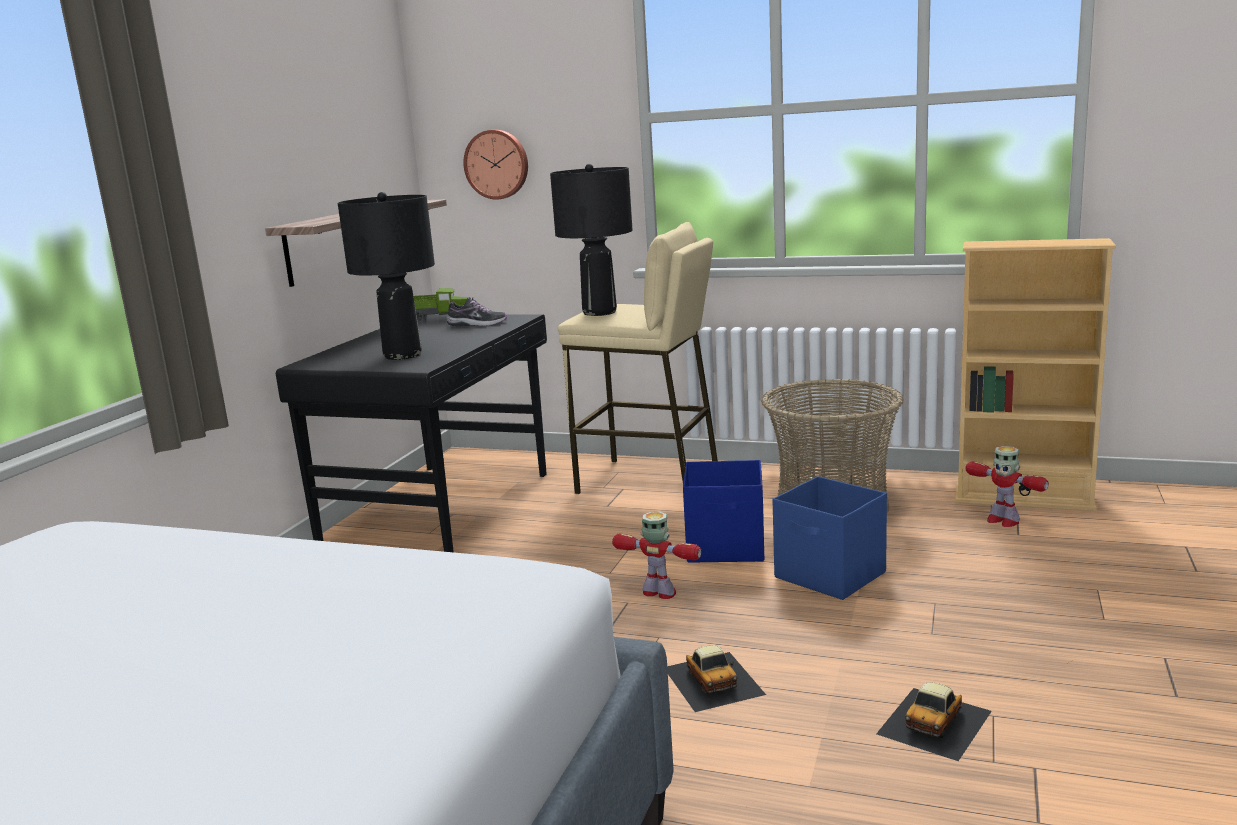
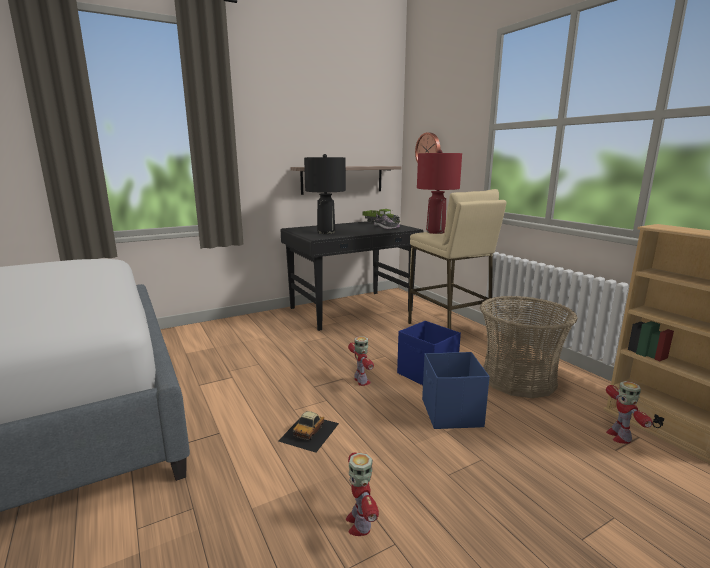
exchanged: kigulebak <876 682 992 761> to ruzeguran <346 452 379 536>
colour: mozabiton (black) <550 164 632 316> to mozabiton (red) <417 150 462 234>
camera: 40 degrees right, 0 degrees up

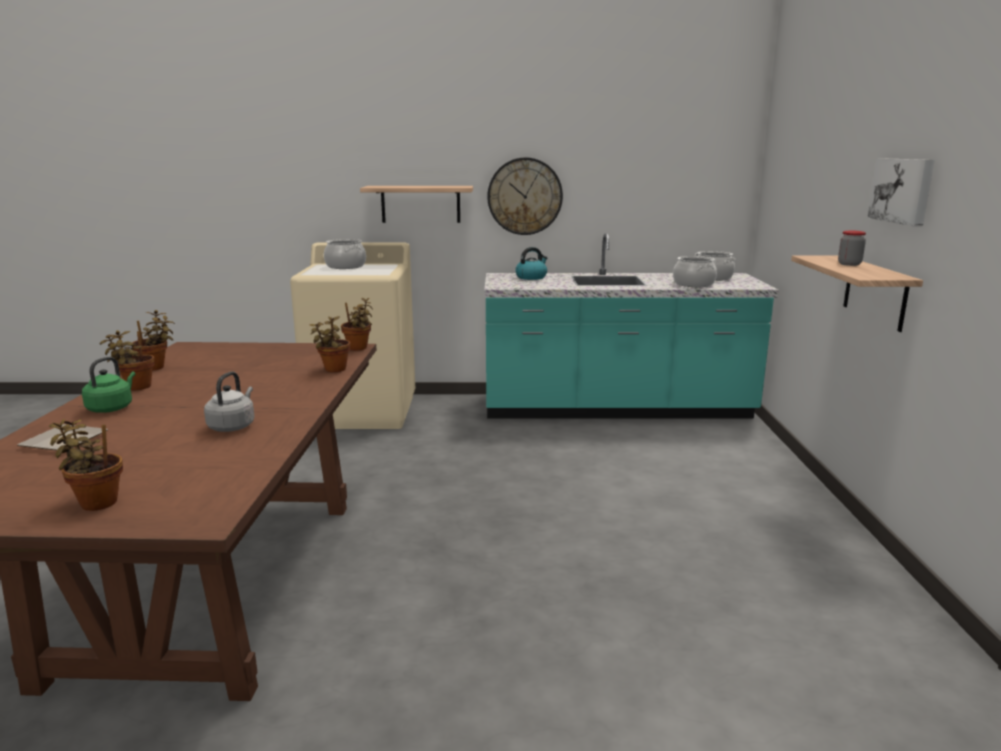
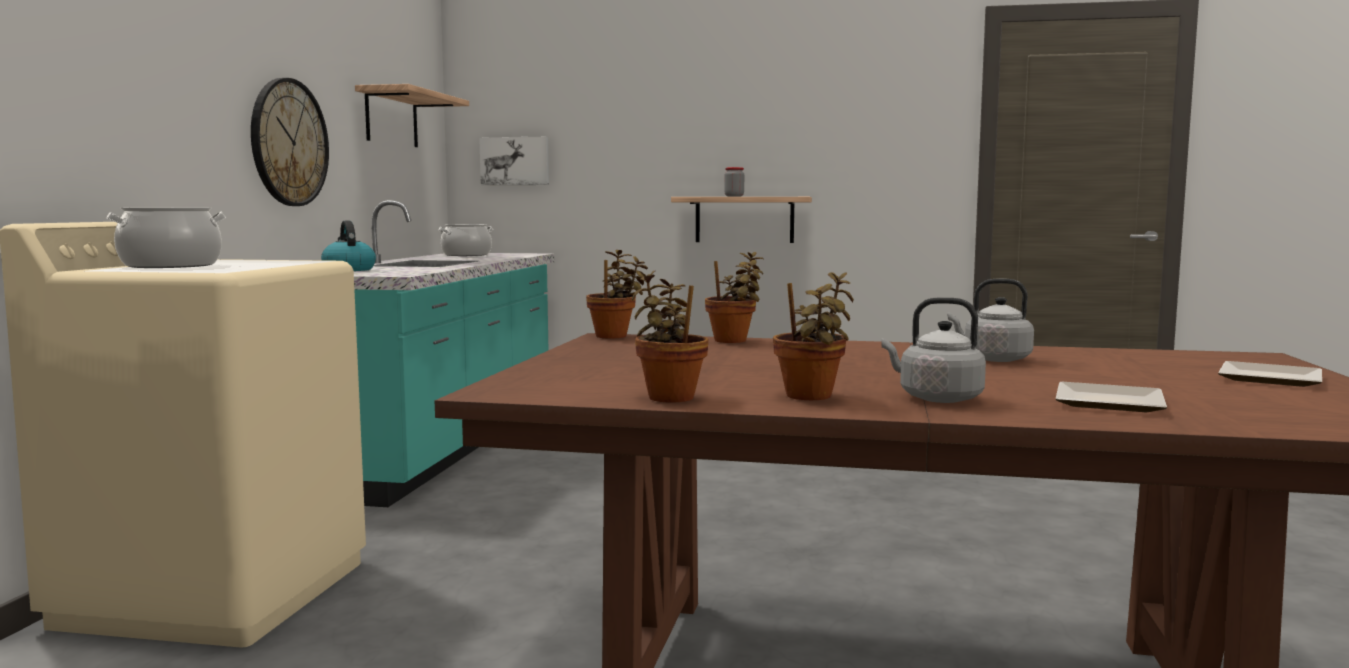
missing: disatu <673 256 717 287>
relocated: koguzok <360 186 473 223> to <355 84 469 147>; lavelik <867 159 935 226> to <479 137 549 185>
exchanged: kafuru <49 419 123 511> to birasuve <1218 361 1322 387>
colour: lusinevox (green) <82 357 135 413> to lusinevox (grey) <881 297 986 403>
camera: 80 degrees left, 10 degrees down

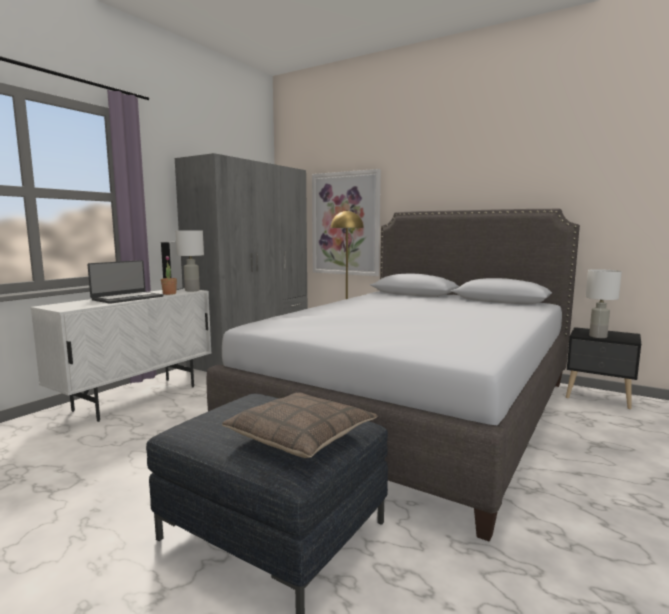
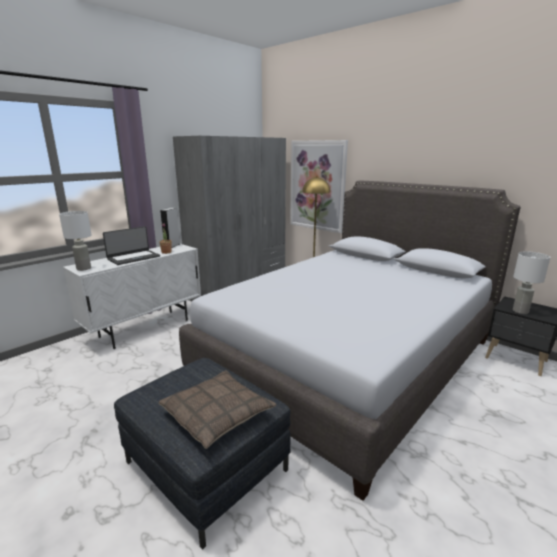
relocated: mozabiton (white) <176 230 204 291> to <59 211 92 271>
camera: 10 degrees right, 10 degrees up

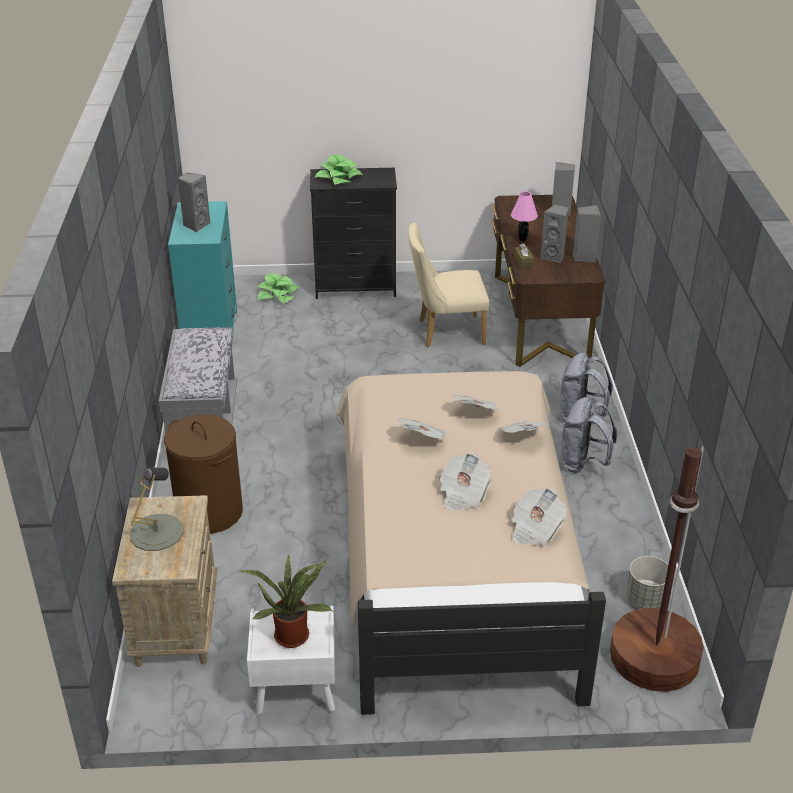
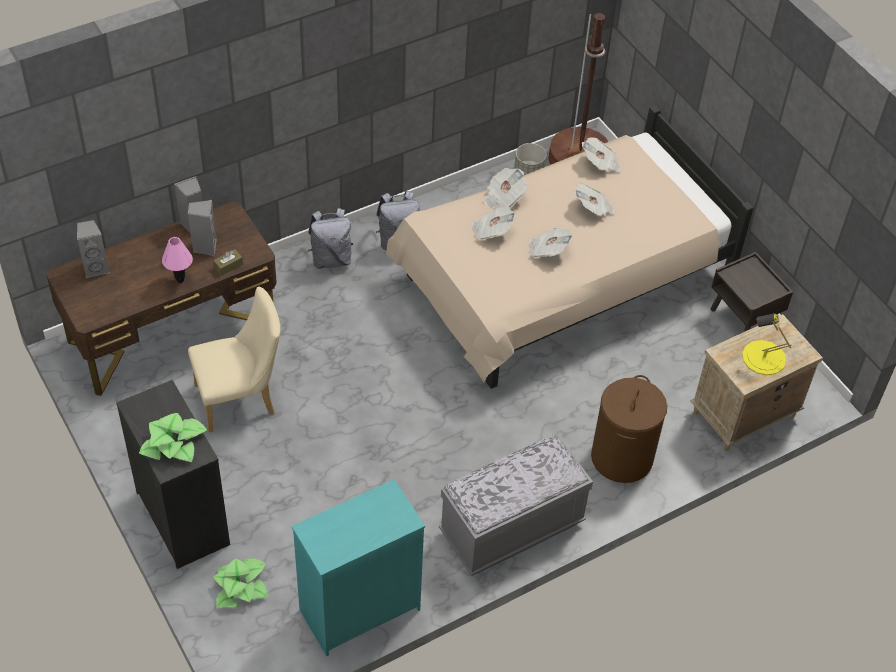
missing: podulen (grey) <178 172 210 233>; kafuru <239 554 332 648>
colour: mozabiton (grey) <130 467 184 551> to mozabiton (yellow) <742 313 792 375>; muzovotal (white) <247 606 335 715> to muzovotal (brown) <711 252 793 332>
spun: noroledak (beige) <408 223 489 347> = <188 287 280 433> 75 degrees counterclockwise
camera: 120 degrees left, 15 degrees up

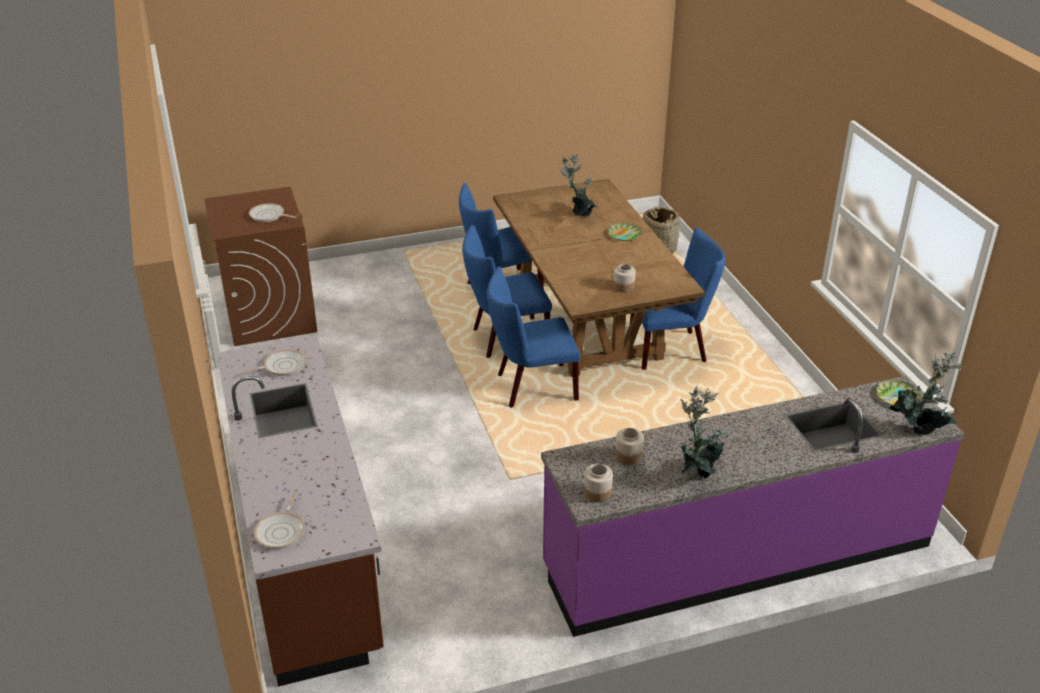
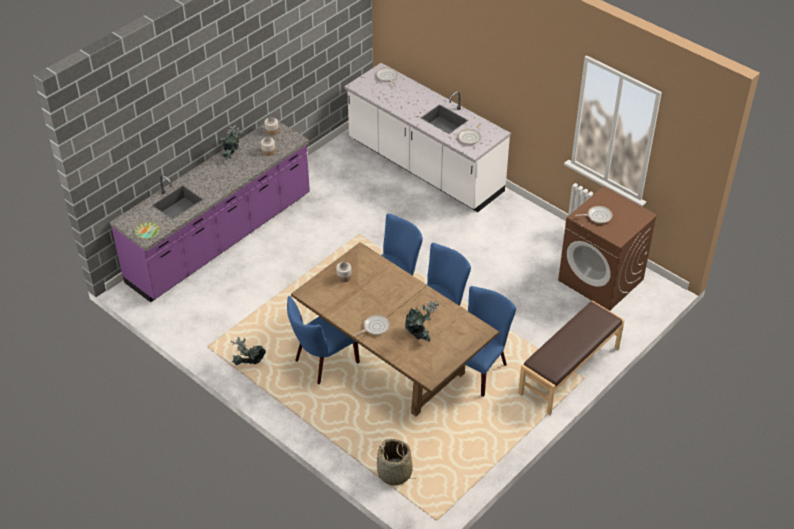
appeared: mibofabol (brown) <518 301 625 415>
relocated: kafuru <890 352 964 435> to <231 337 266 366>
exchanged: birasuve <608 223 642 241> to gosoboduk <354 315 390 336>
colour: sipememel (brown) <217 335 384 687> to sipememel (white) <344 63 511 212>
camera: 150 degrees right, 10 degrees up

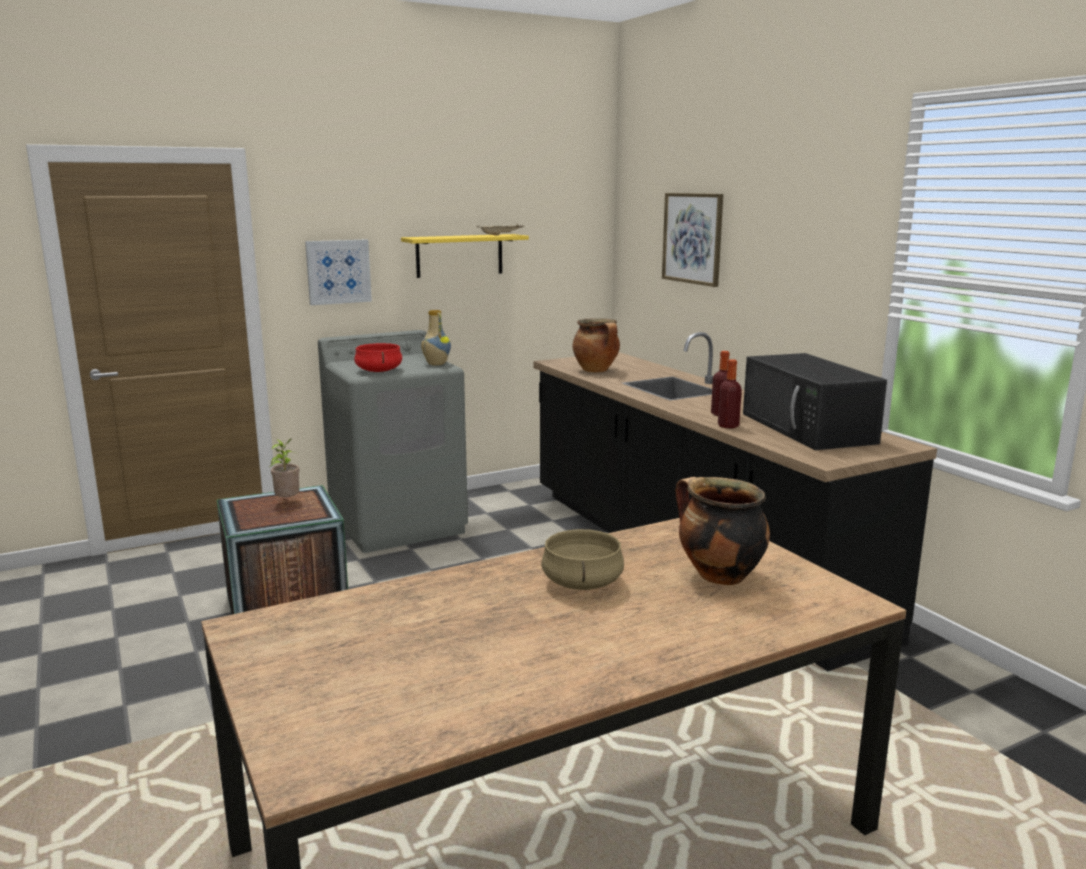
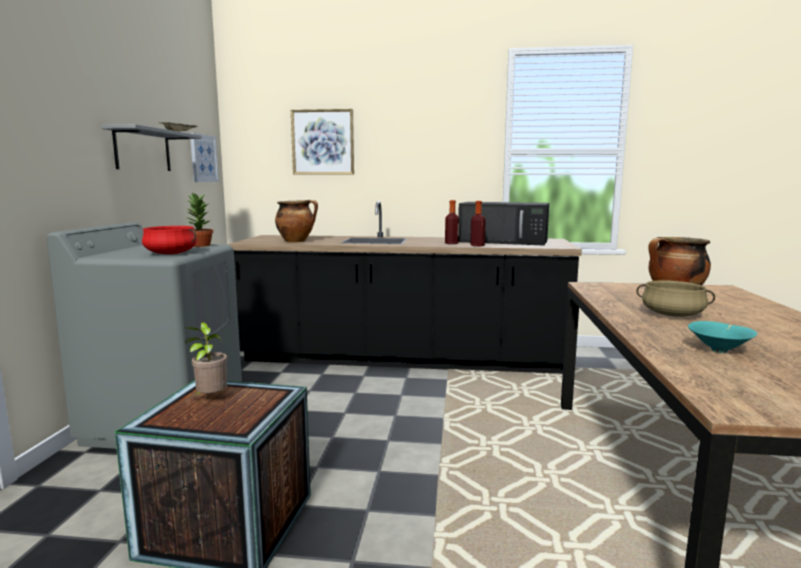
appeared: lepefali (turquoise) <688 321 757 353>
relocated: lavelik <305 239 372 305> to <190 133 219 182>
exchanged: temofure <421 310 451 366> to kafuru <186 192 213 247>
colour: koguzok (yellow) <401 234 529 278> to koguzok (grey) <101 124 202 171>
camera: 55 degrees left, 5 degrees down

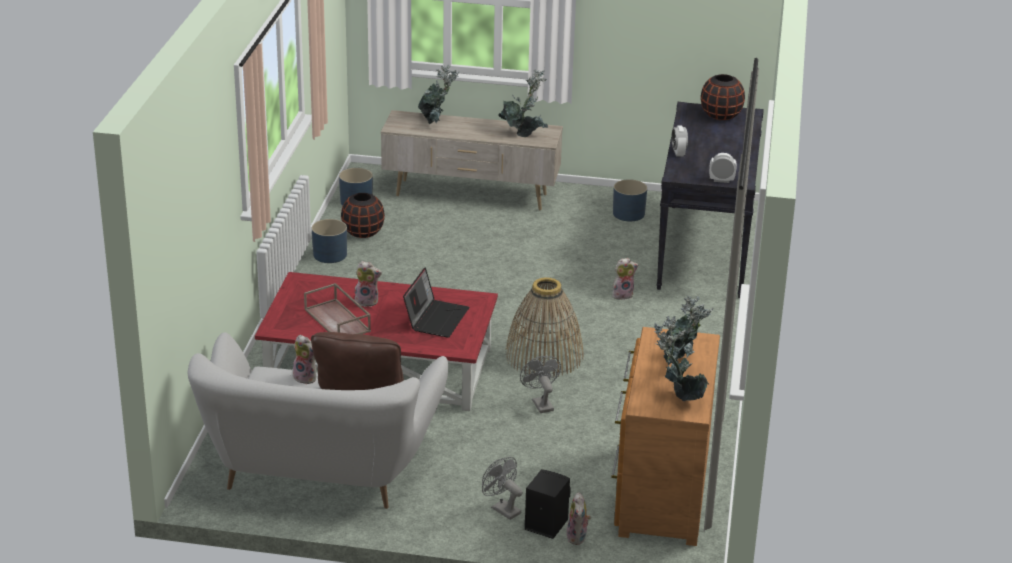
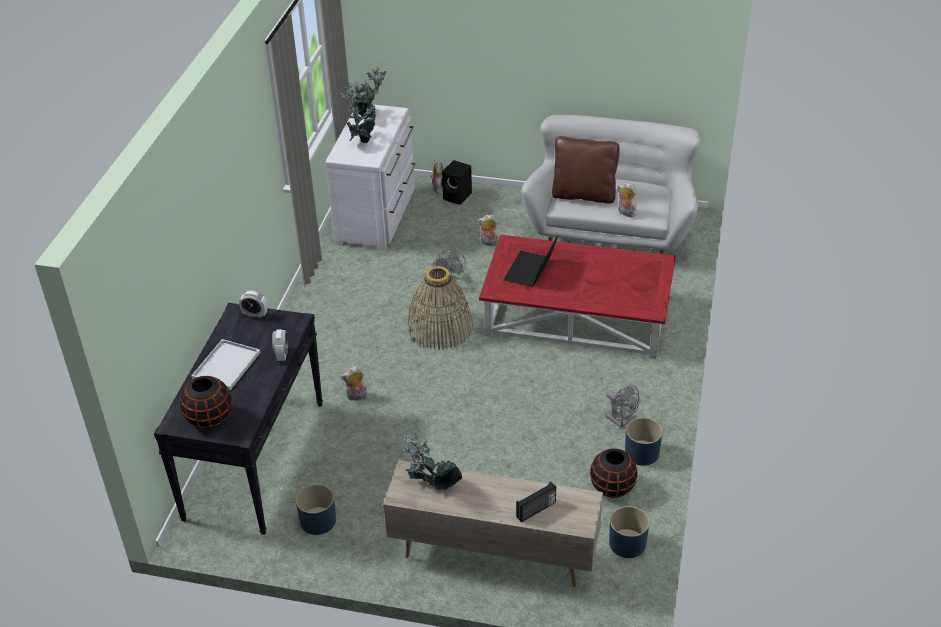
missing: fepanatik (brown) <304 283 371 334>
appeared: fepanatik (white) <191 339 260 390>
relocated: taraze <355 261 382 307> to <478 215 499 247>; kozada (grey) <482 457 523 520> to <605 385 639 428>
exchanged: kafuru <418 64 459 124> to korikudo <516 482 556 522>
colour: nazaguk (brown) <611 327 720 546> to nazaguk (white) <325 104 416 251>
camera: 175 degrees left, 10 degrees up

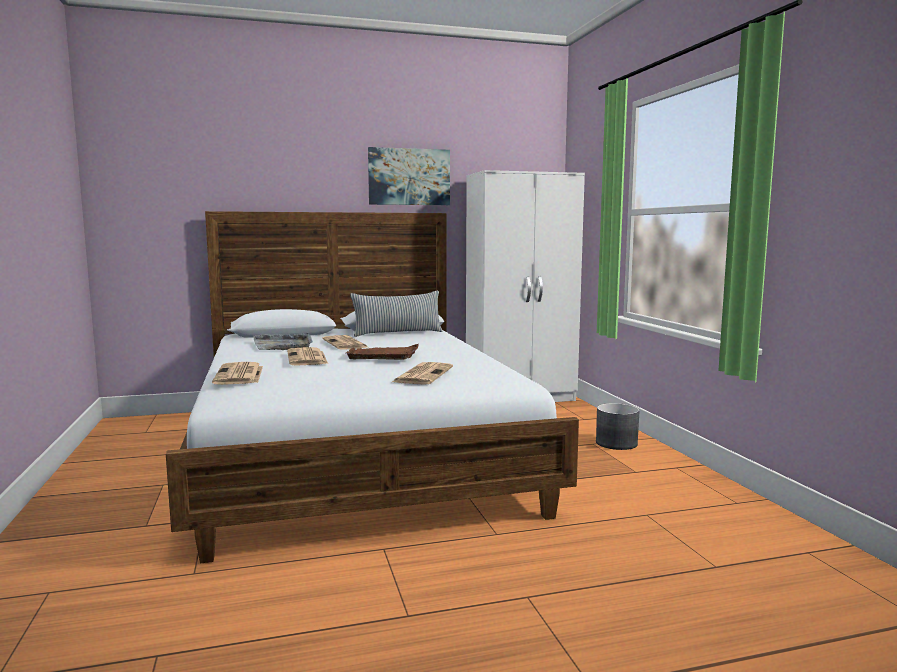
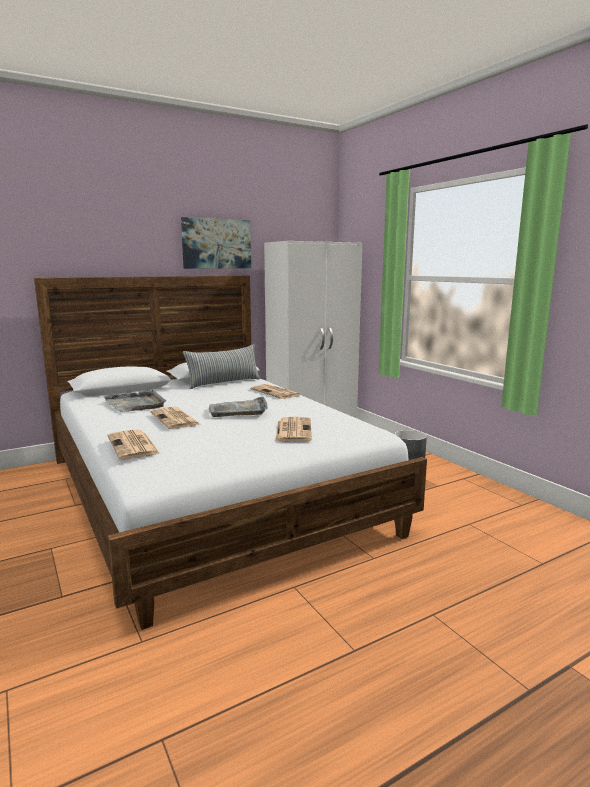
relocated: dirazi <322 335 368 350> to <251 384 300 399>
colour: fepanatik (brown) <346 344 419 360> to fepanatik (grey) <209 396 268 417>
camera: 15 degrees left, 5 degrees up

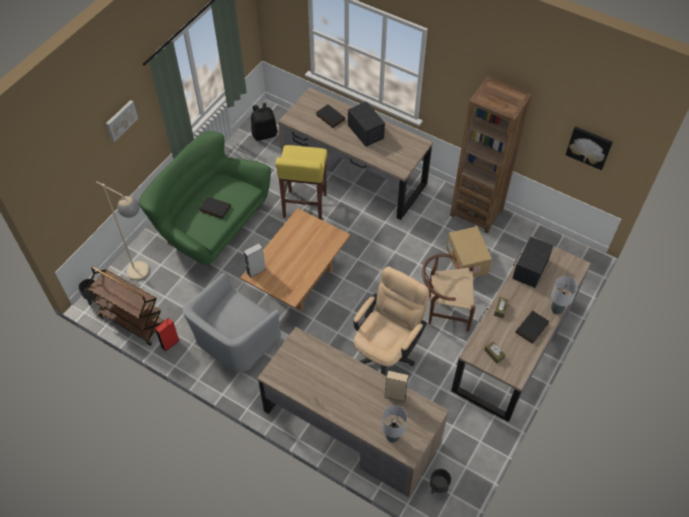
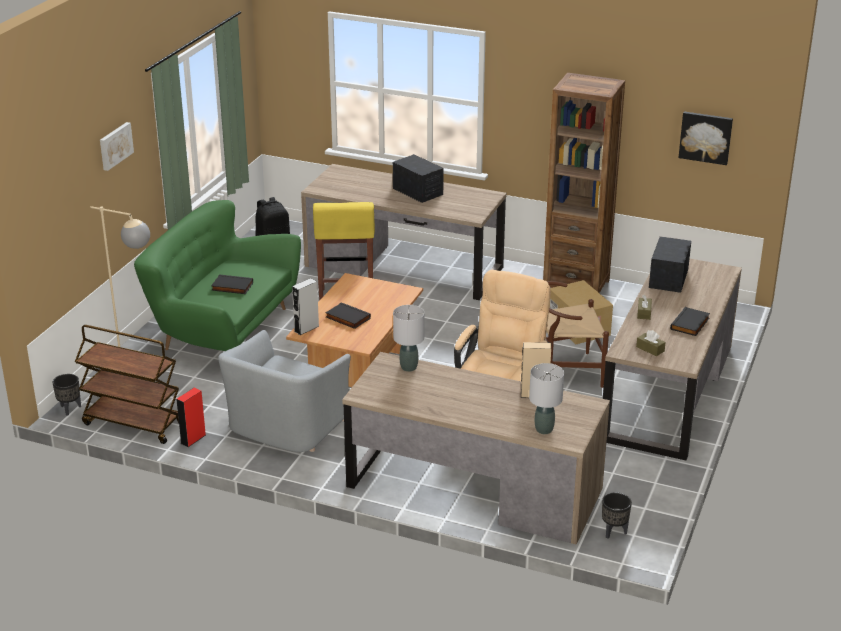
relocated: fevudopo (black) <316 104 345 128> to <325 302 371 329>; mozabiton (grey) <551 276 578 315> to <393 305 424 372>
camera: 10 degrees left, 25 degrees down

